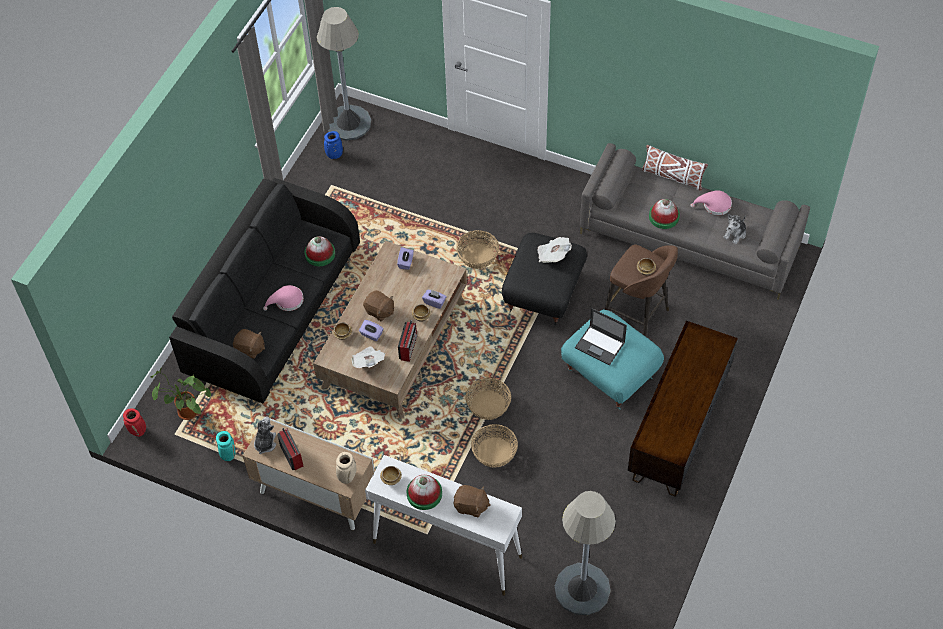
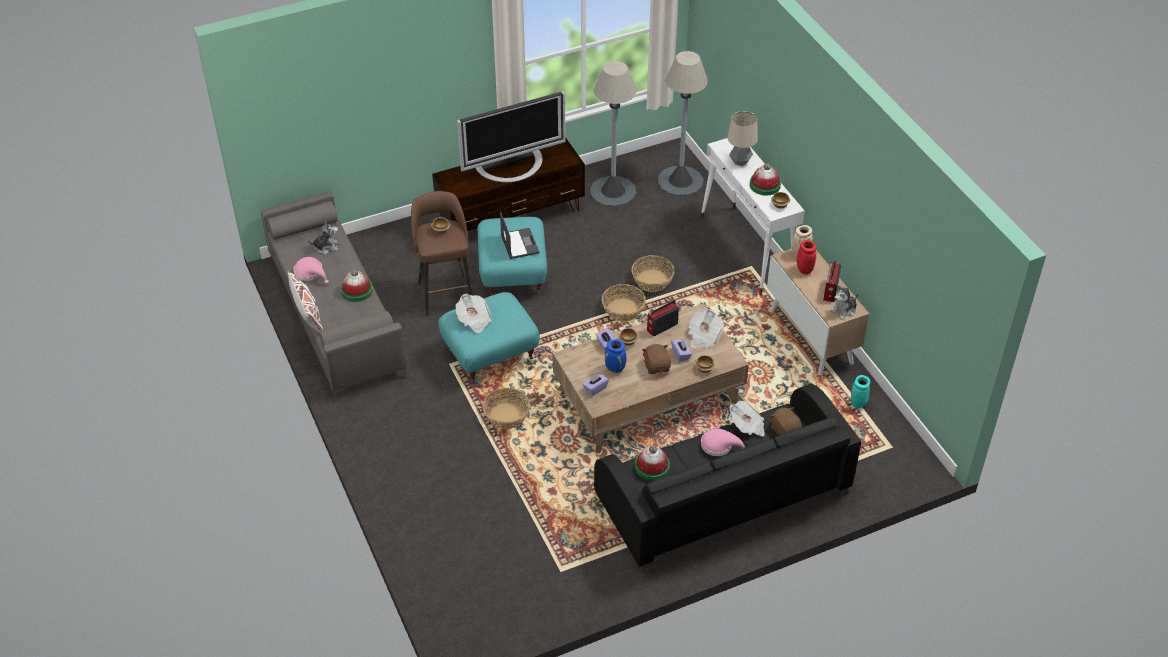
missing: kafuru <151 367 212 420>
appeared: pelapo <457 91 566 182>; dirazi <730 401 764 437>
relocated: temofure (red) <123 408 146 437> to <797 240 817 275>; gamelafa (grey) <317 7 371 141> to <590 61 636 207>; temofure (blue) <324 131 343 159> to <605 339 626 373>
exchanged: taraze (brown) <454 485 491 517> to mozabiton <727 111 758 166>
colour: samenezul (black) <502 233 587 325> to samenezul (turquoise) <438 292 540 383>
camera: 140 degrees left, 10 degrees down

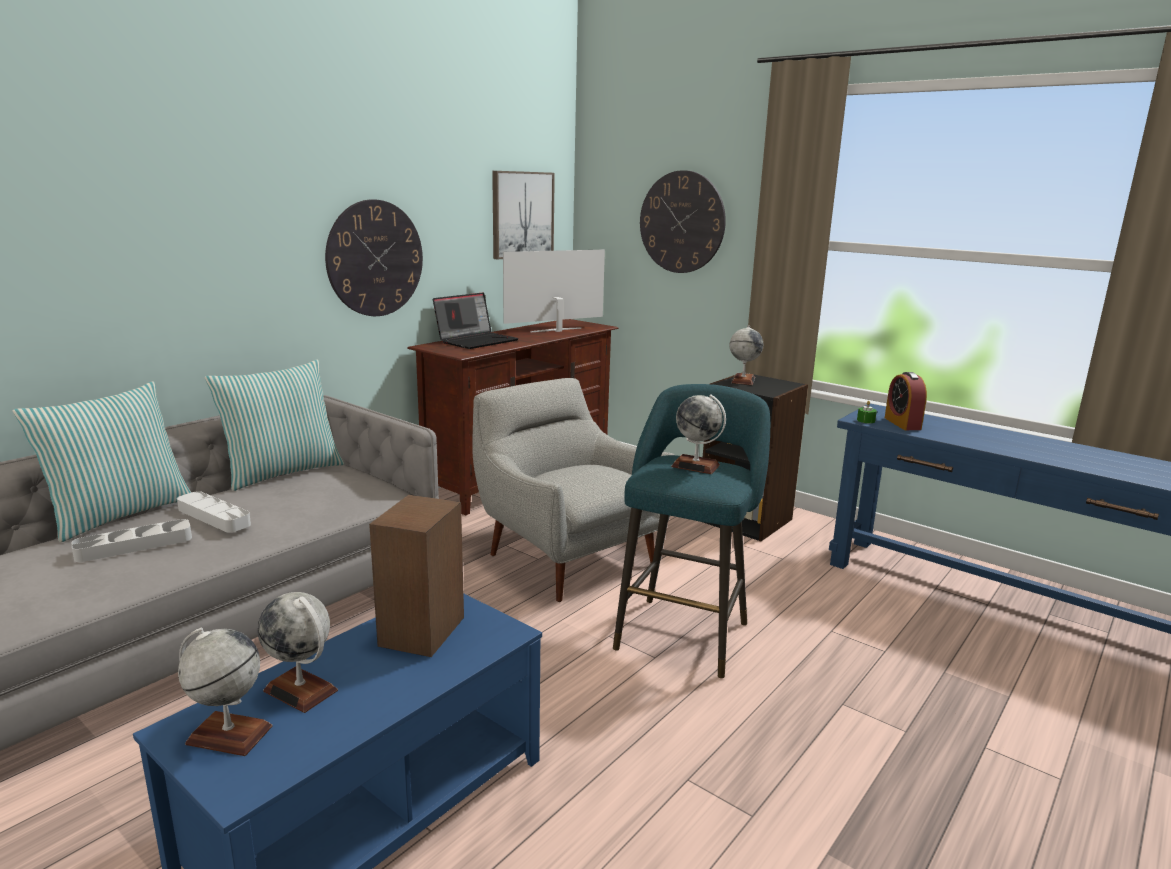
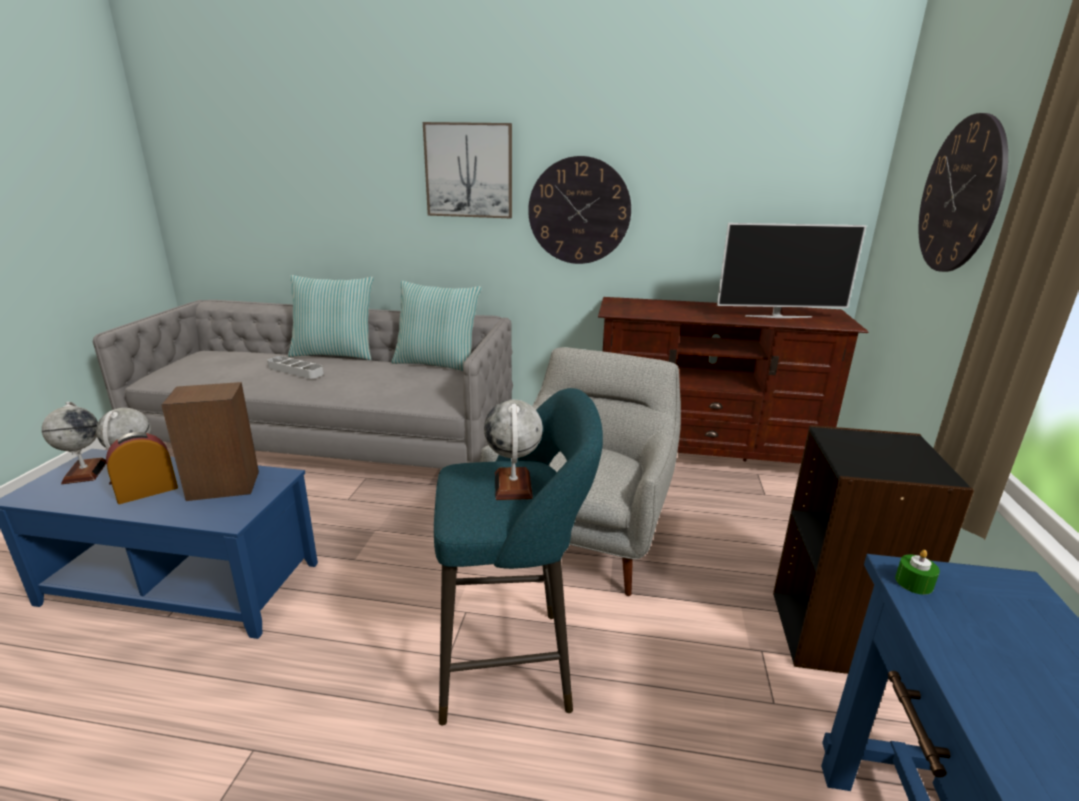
missing: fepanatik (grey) <177 491 251 532>; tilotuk <433 292 519 349>; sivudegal <730 325 764 385>
relocated: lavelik <492 171 555 259> to <423 122 512 218>; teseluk <885 372 927 430> to <106 432 178 504>
spun: pelapo <503 250 605 333> = <717 223 867 318> 150 degrees clockwise
camera: 60 degrees right, 5 degrees up

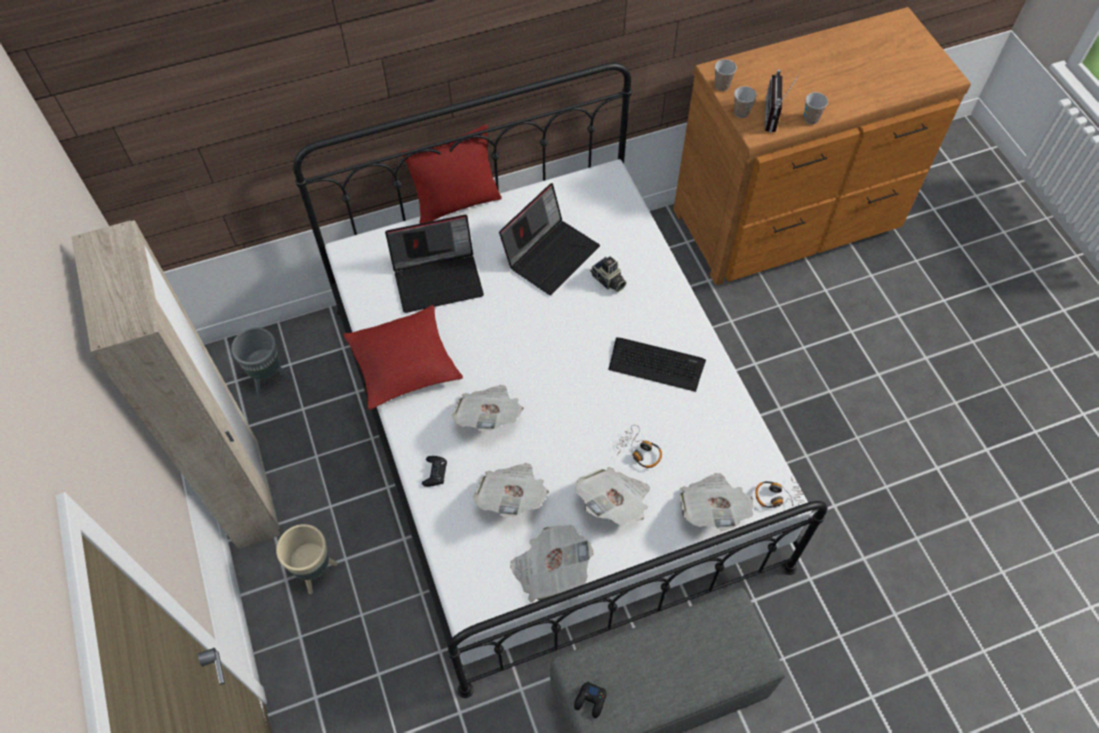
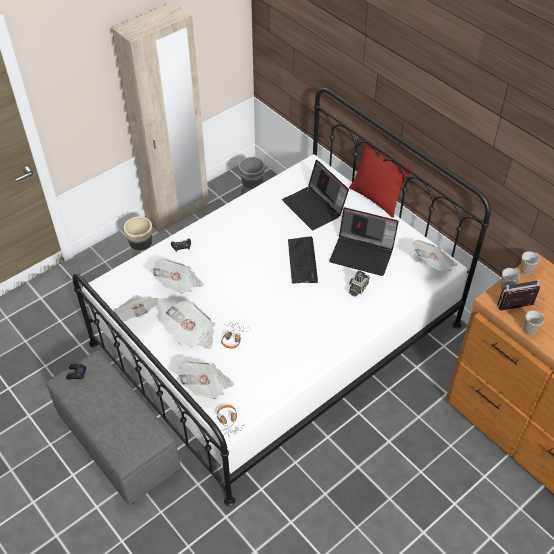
missing: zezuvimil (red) <343 305 463 410>
relocated: dirazi <452 385 524 432> to <413 240 458 273>; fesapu <608 337 706 392> to <288 237 318 284>
camera: 70 degrees right, 10 degrees down

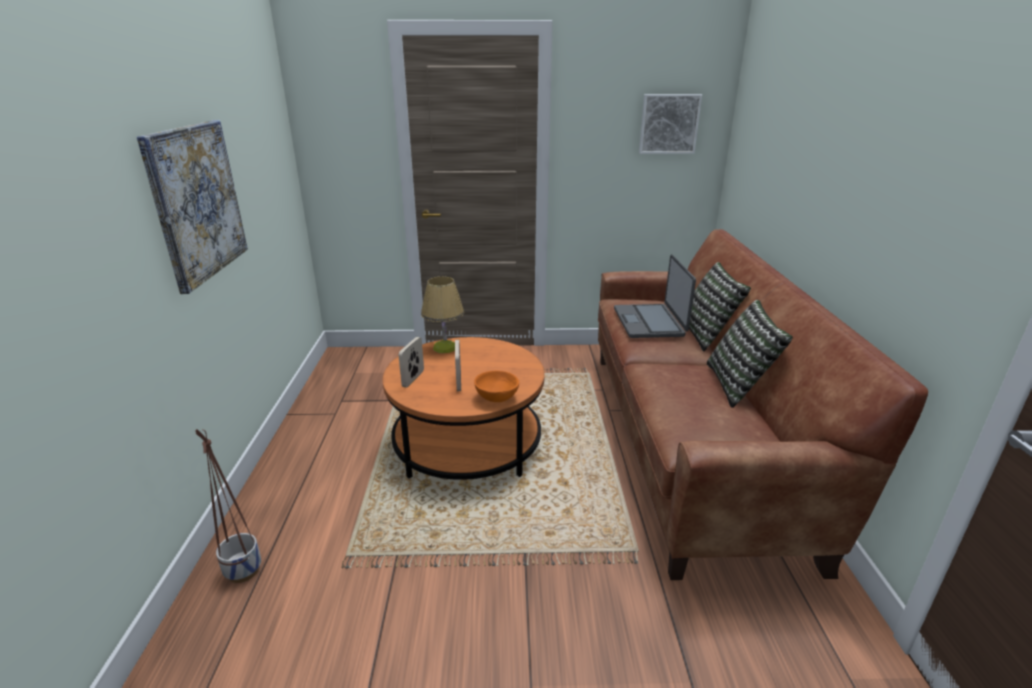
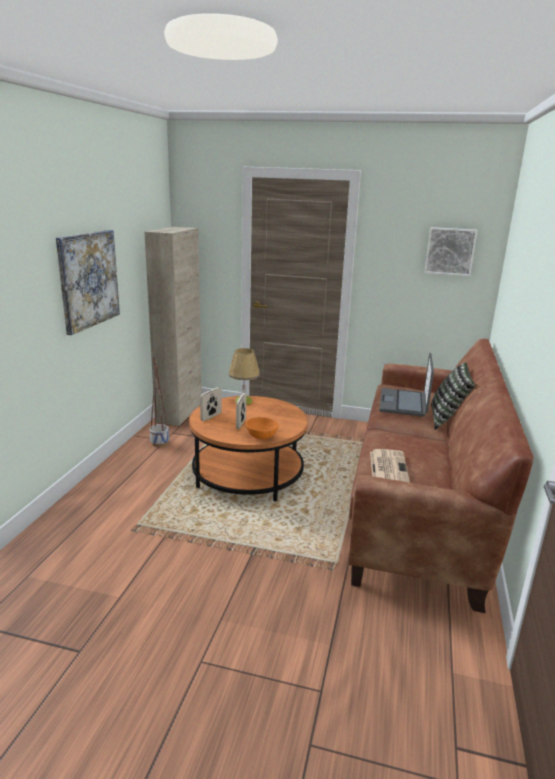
missing: zezuvimil <707 300 793 408>
appeared: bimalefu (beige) <144 227 202 426>; dirazi <370 449 410 482>
relocated: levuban <195 429 261 583> to <150 358 169 447>
camera: 15 degrees right, 5 degrees down

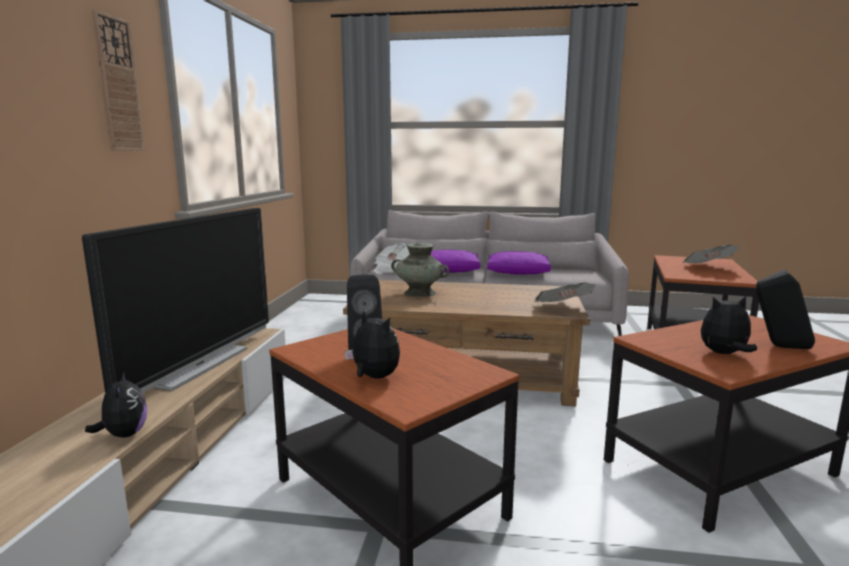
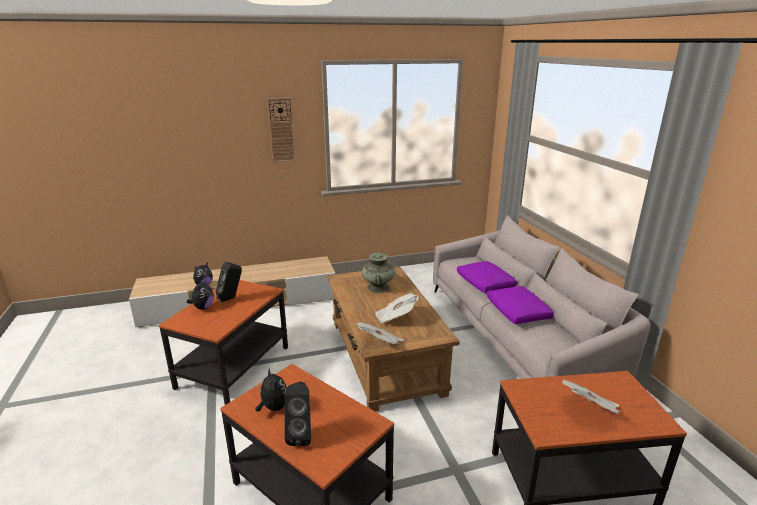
missing: pelapo <82 208 269 393>
relocated: dirazi <374 243 410 273> to <375 293 419 323>
camera: 65 degrees right, 10 degrees up

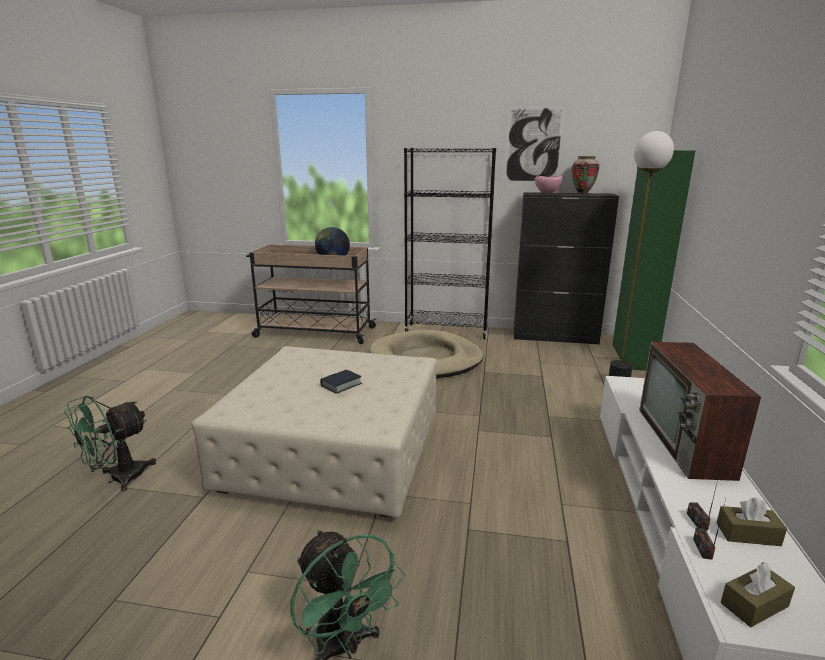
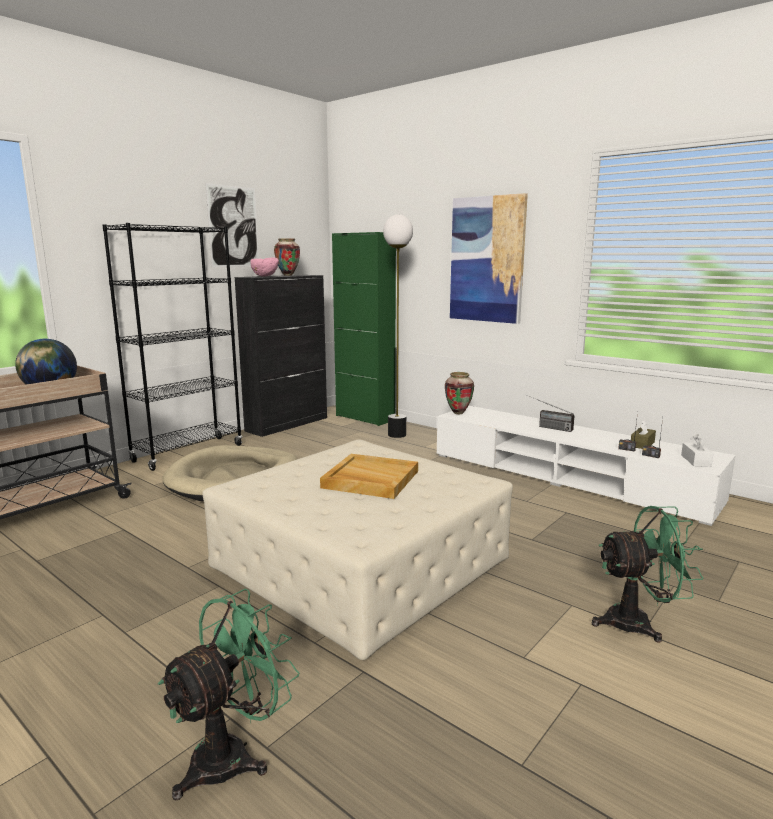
appeared: temofure <445 372 474 414>; lavelik <450 193 528 324>
exchanged: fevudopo <320 370 362 394> to fepanatik (beige) <320 454 418 499>; pelapo <639 342 761 481> to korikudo <527 395 574 432>
colour: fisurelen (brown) <721 562 795 627> to fisurelen (white) <681 434 714 467>
spun: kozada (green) <64 395 156 491> = <158 588 299 800> 120 degrees counterclockwise
camera: 60 degrees left, 5 degrees down

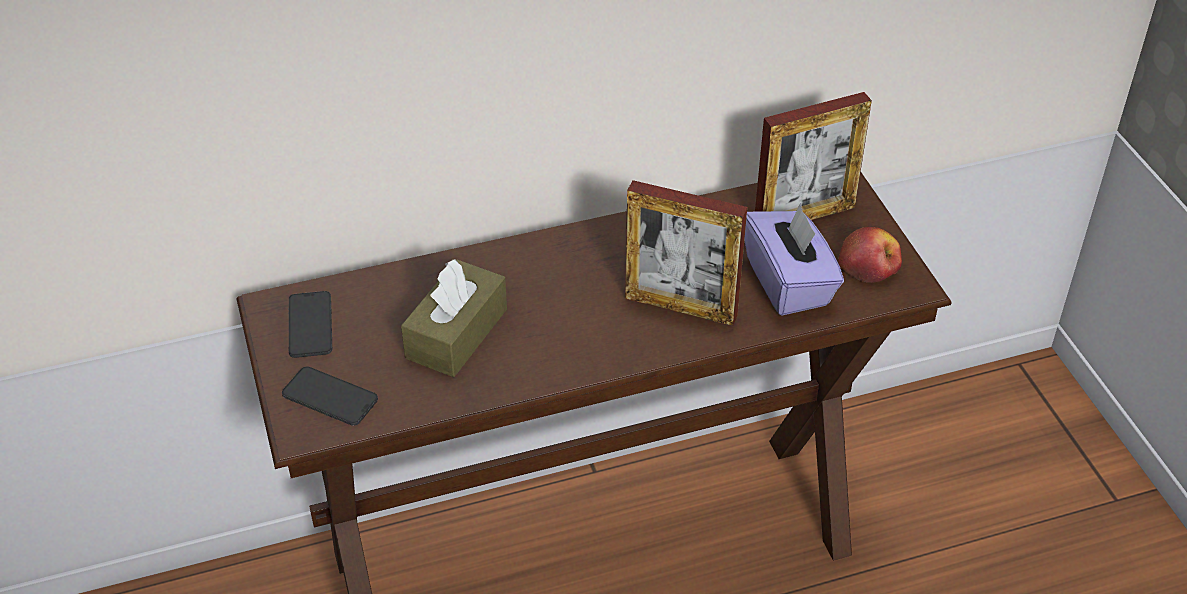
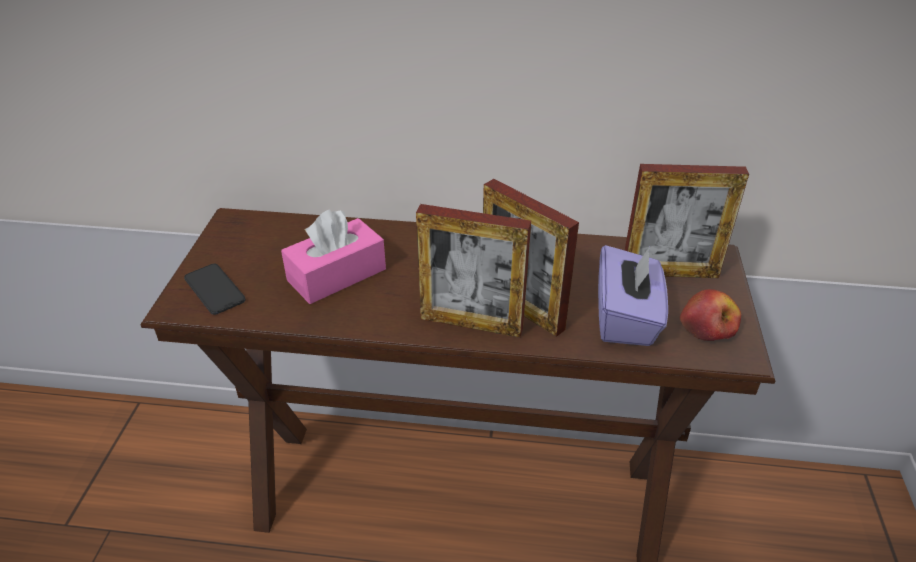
missing: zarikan <288 291 332 358>
appeared: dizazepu <416 204 531 338>
colour: fisurelen (brown) <401 259 507 377> to fisurelen (pink) <281 209 386 304>
camera: 25 degrees right, 5 degrees down

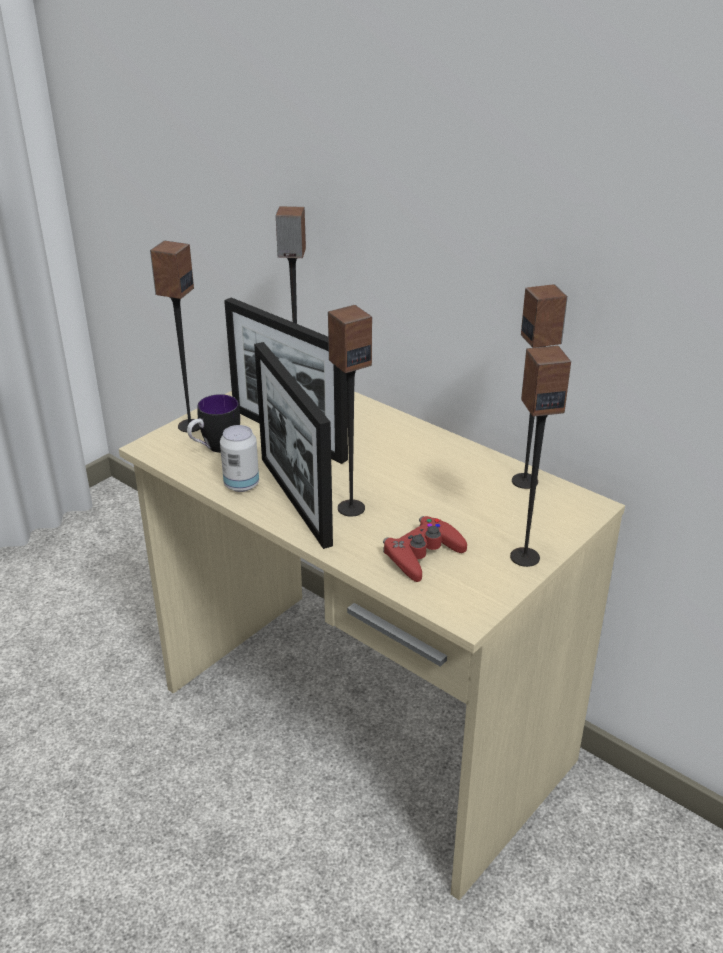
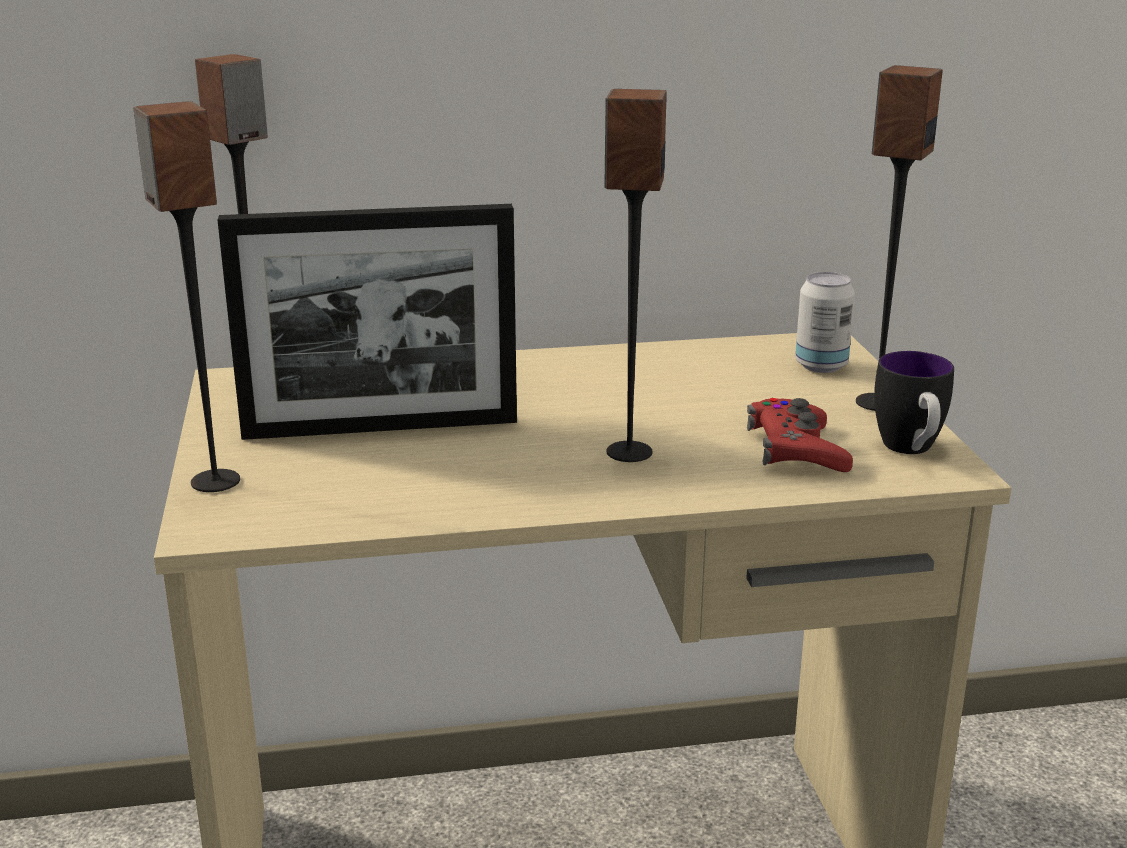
missing: dizazepu <254 342 333 549>; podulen <512 284 568 489>
relocated: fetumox <187 394 240 453> to <874 351 954 454>; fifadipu <220 425 259 492> to <795 272 855 373>
camera: 50 degrees left, 10 degrees down

